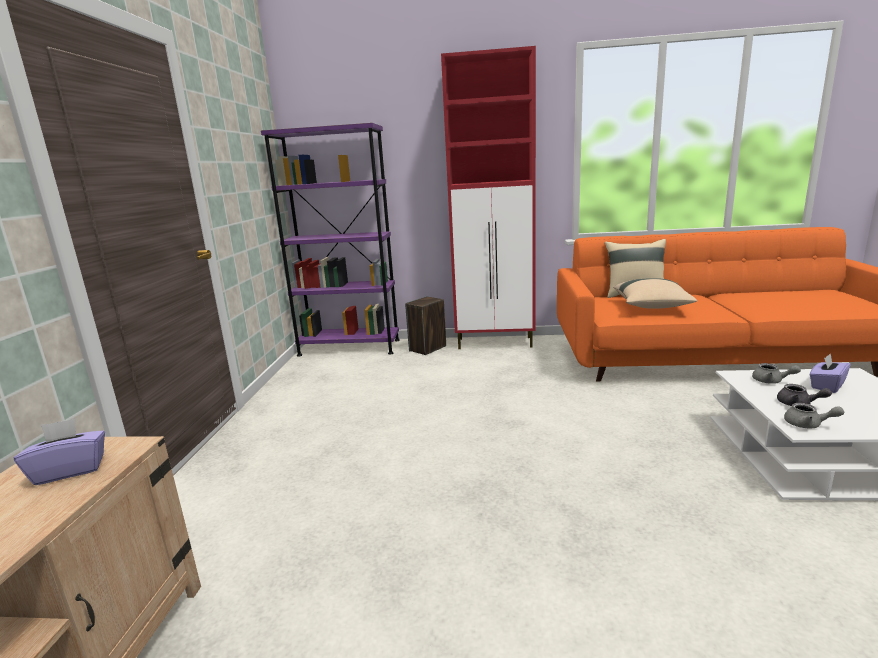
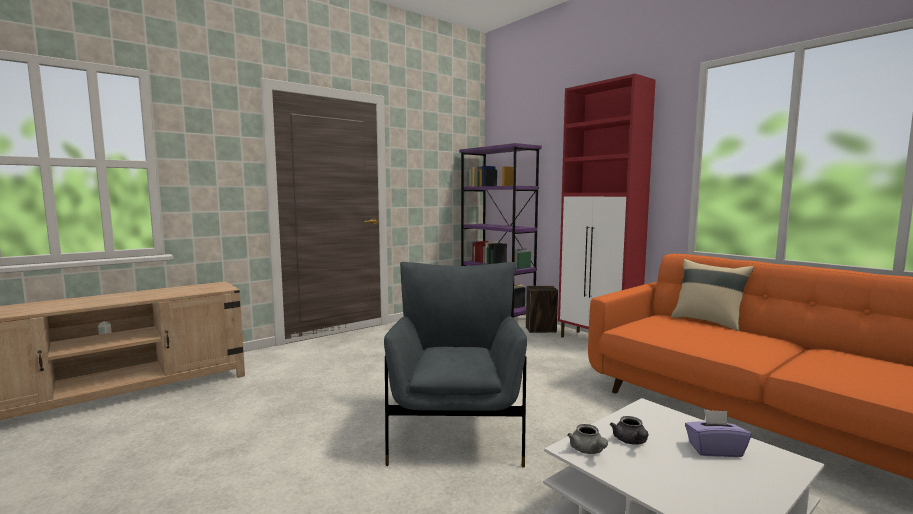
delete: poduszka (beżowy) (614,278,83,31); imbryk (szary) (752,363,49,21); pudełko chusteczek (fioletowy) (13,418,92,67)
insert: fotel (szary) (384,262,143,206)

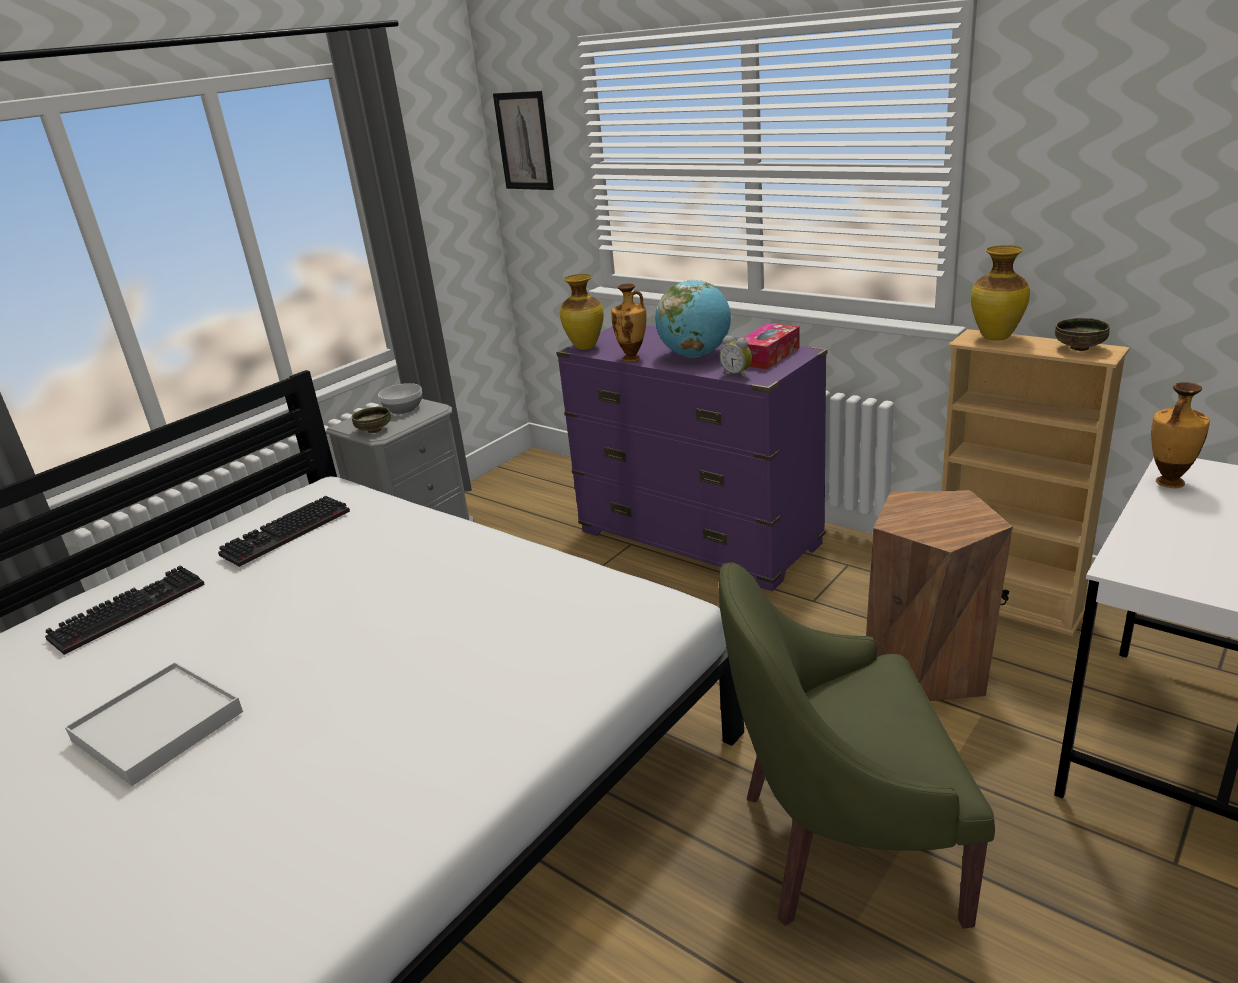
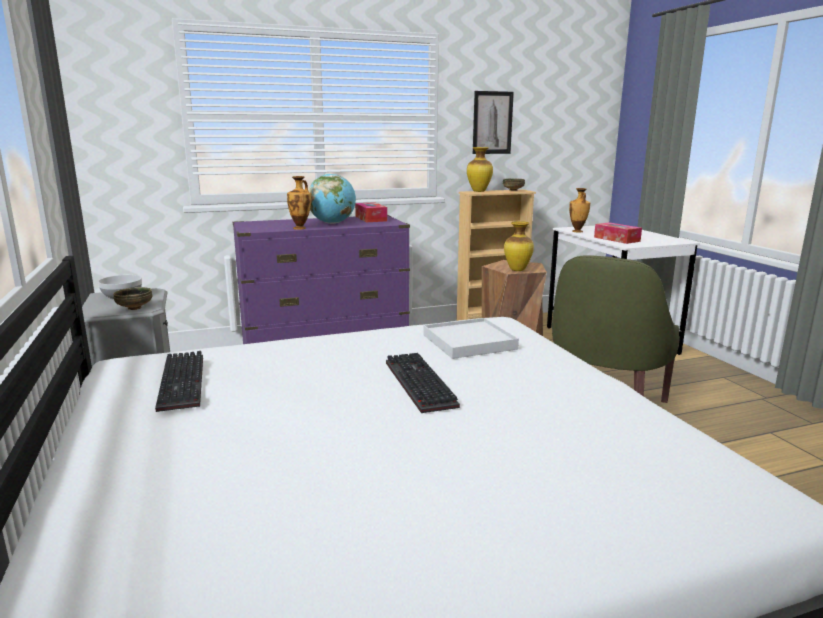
delete: budzik (720,335,32,44)
insert: pudełko chusteczek (594,222,48,22)
move: obraz (493,91,61,99) to (473,91,41,63); wazon (560,274,44,76) to (504,221,30,50); klawiatura (45,565,160,90) to (386,353,74,60); taca (biały) (65,662,178,124) to (424,318,95,41)

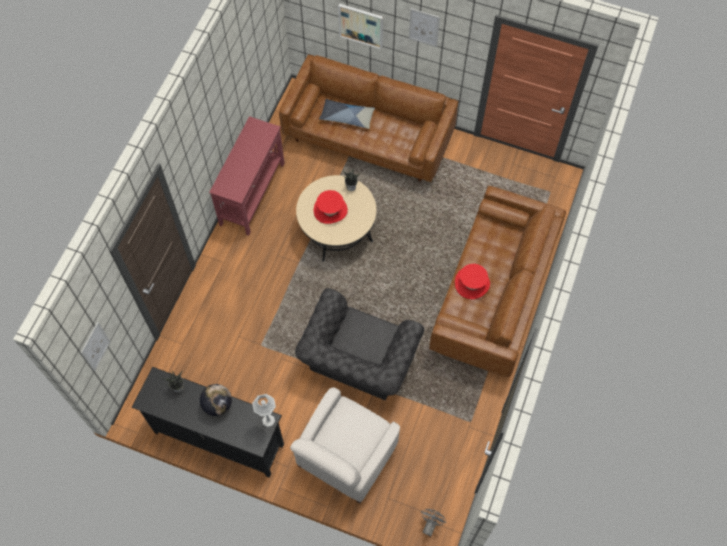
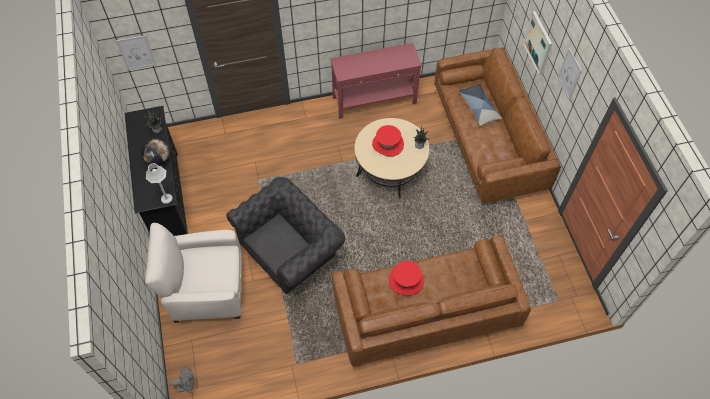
rotate: fotel (szary) (295,288,129,112) = (226,177,119,117) 150 degrees clockwise

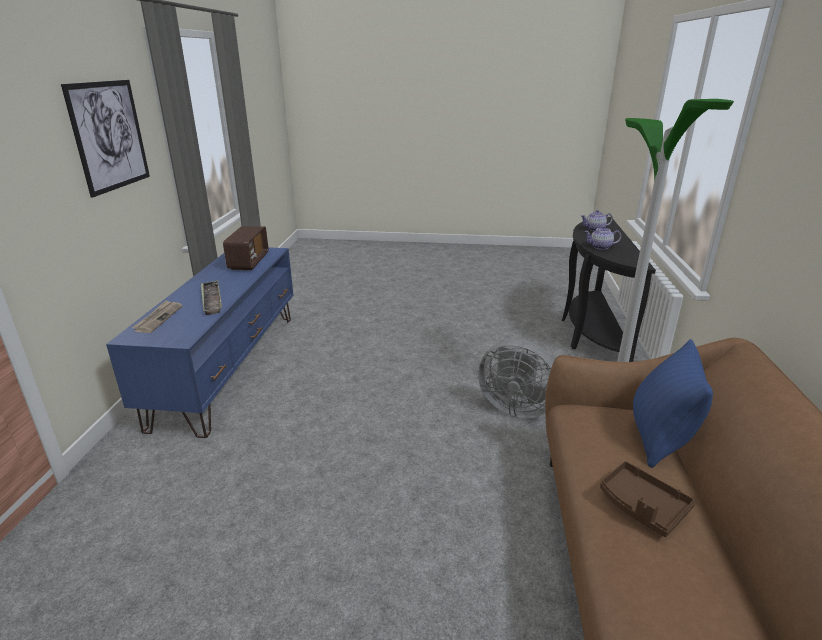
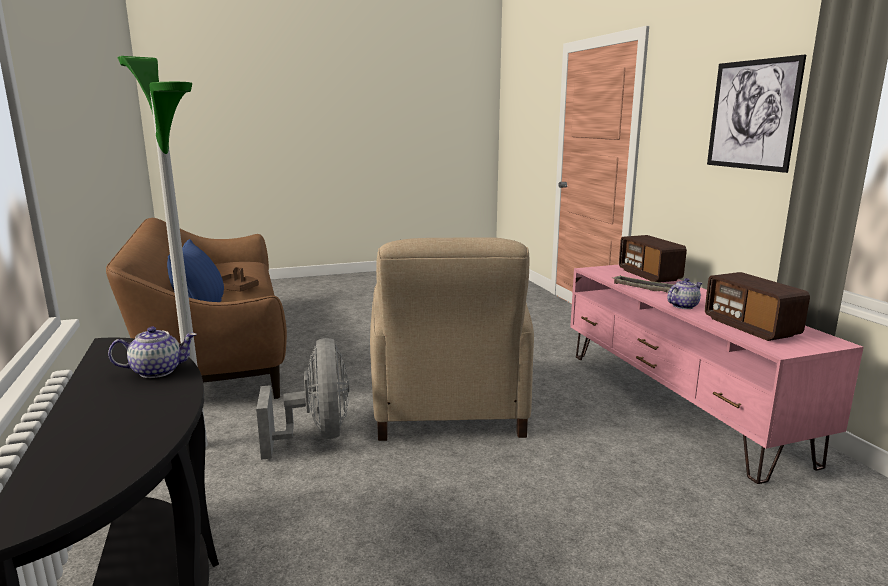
insert: fotel (beżowy) (370,237,164,204)
move: imbryk (581,210,32,21) to (667,278,35,31)
replace: gazeta (132,300,50,33) to radio (619,235,68,48)
recolor: szafka pod telewizor (niebieski) (106,247,187,191) to szafka pod telewizor (różowy) (570,265,294,219)
rotate: wentylator (szary) (478,340,76,78) = (256,338,94,122) 75 degrees clockwise

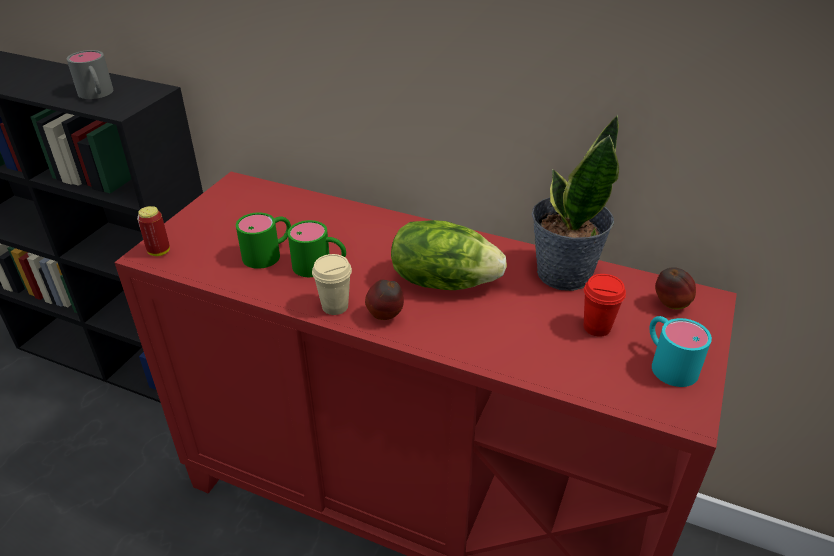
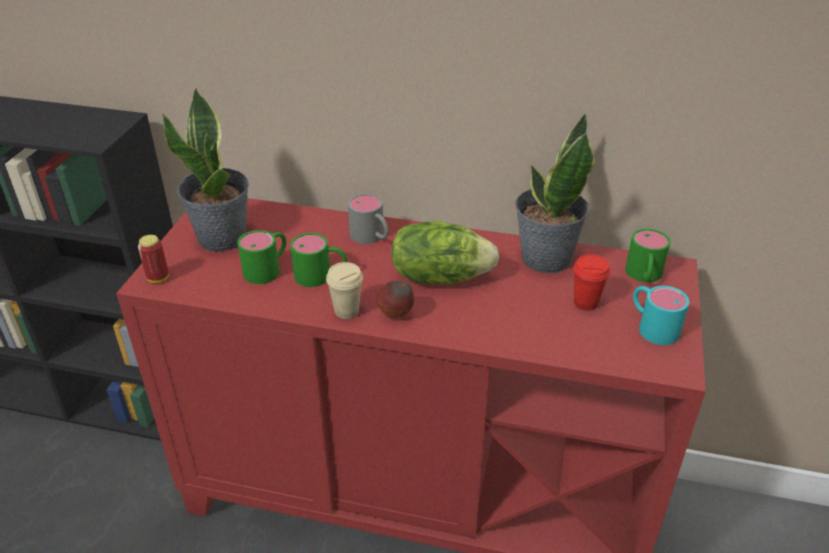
insert: roślina doniczkowa (162,87,87,165)
move: kubek (szary) (67,50,46,49) to (348,194,41,50)
replace: jabłko (655,267,41,43) to kubek (zielony) (625,229,45,53)

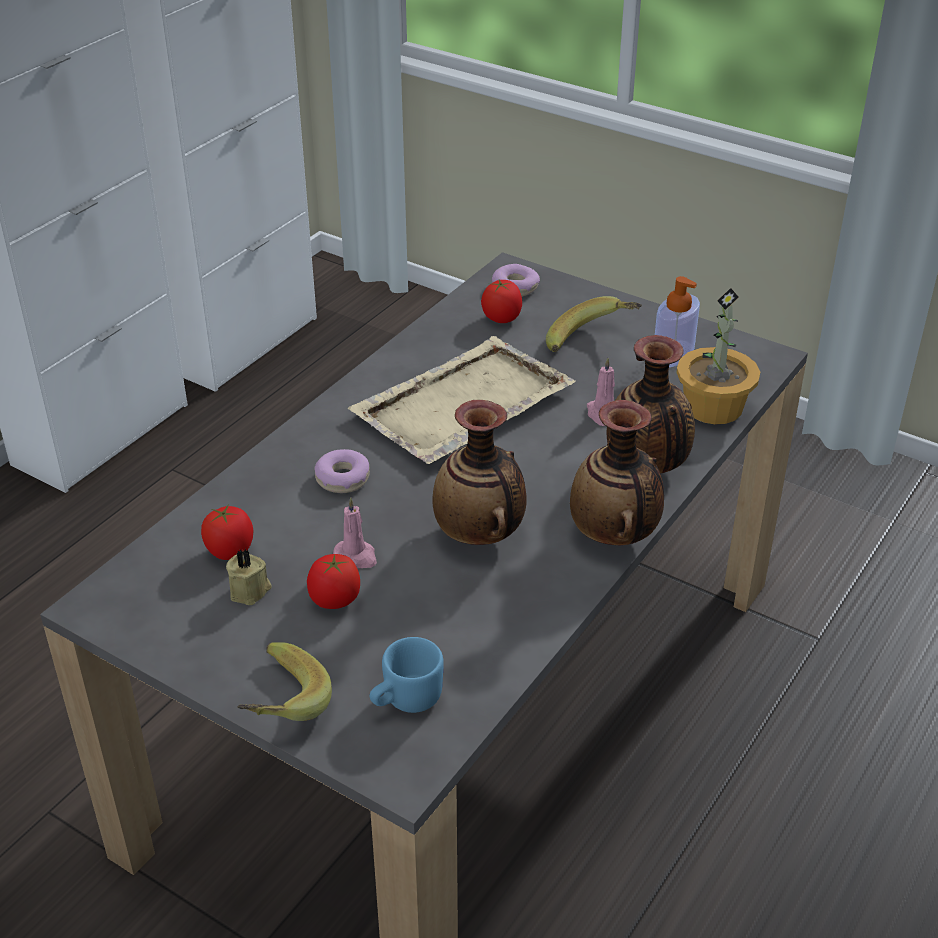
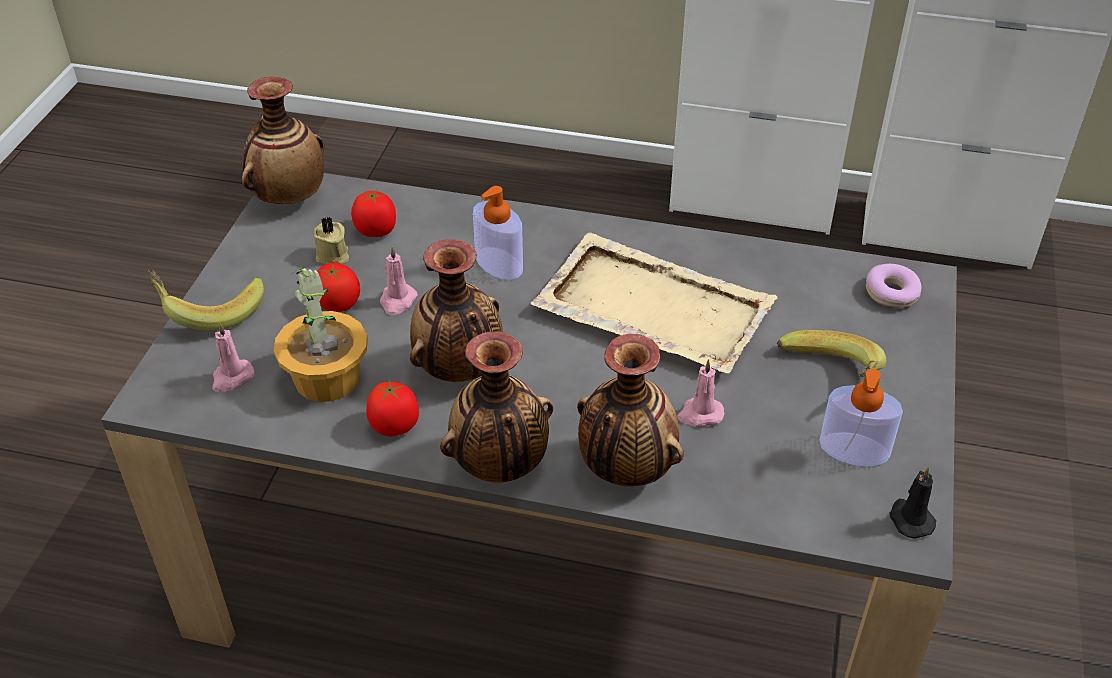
insert: wazon (242,77,83,127); świeca (czarny) (890,466,47,73)
move: pomidor (481,279,41,44) to (366,379,53,58); roślina doniczkowa (676,288,84,136) to (274,267,94,135)
replace: donut (314,449,56,44) to dozownik mydła (473,186,50,94); kubek (niebieski) (370,637,74,76) to świeca (różowy) (212,322,42,70)

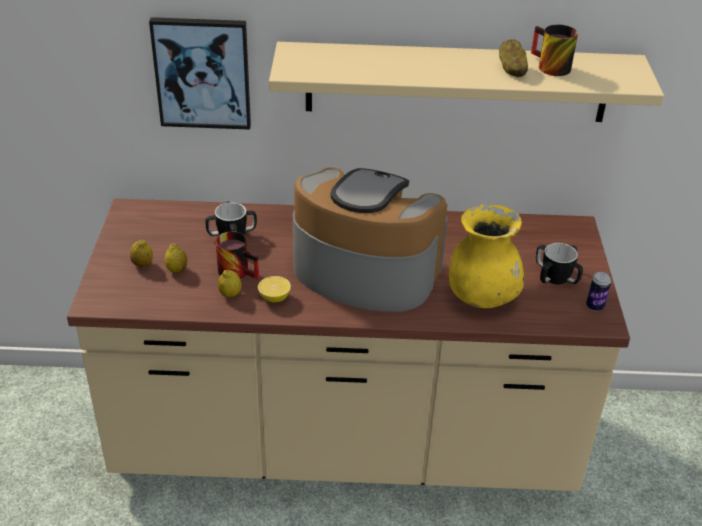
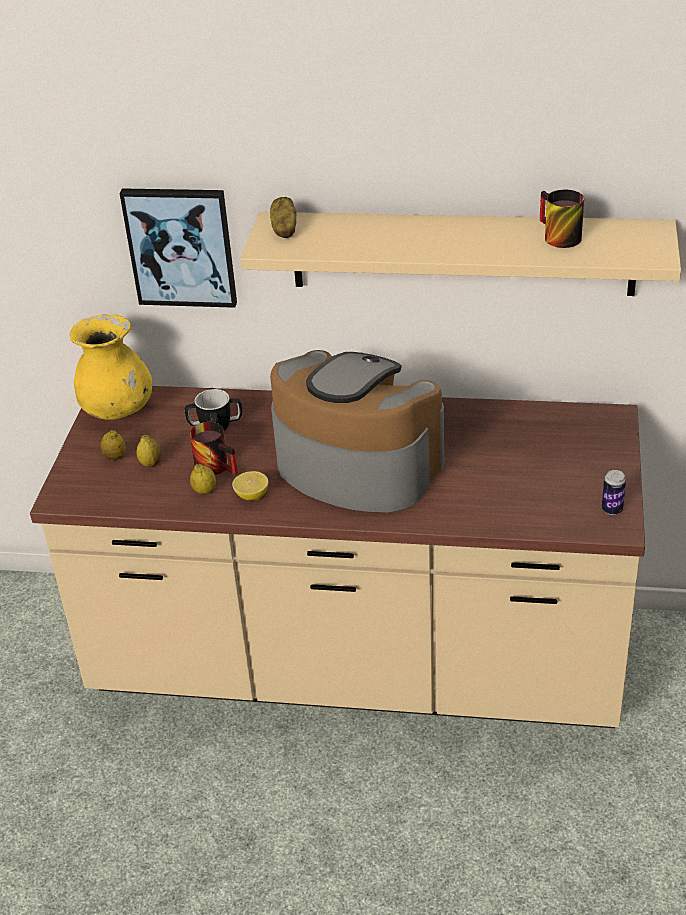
delete: kubek (536,243,47,41)
move: ziemniak (499,39,29,38) to (270,197,27,41); wazon (żółty) (449,204,75,104) to (70,314,82,106)

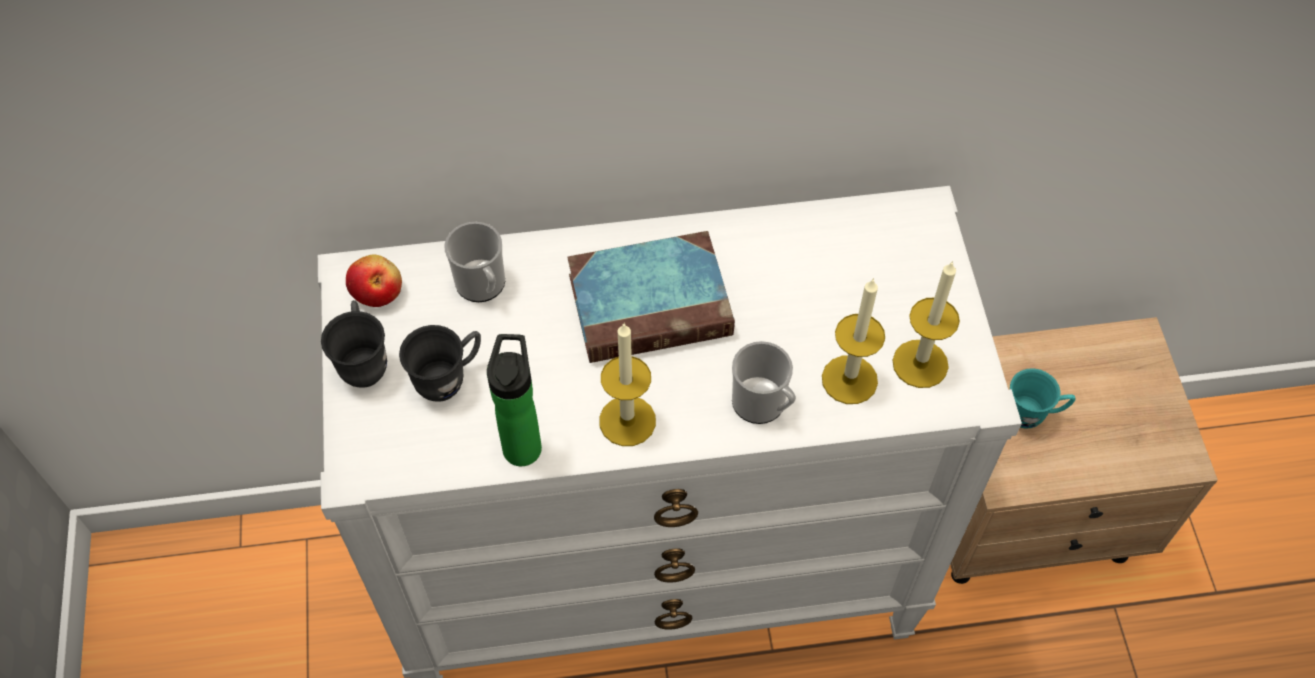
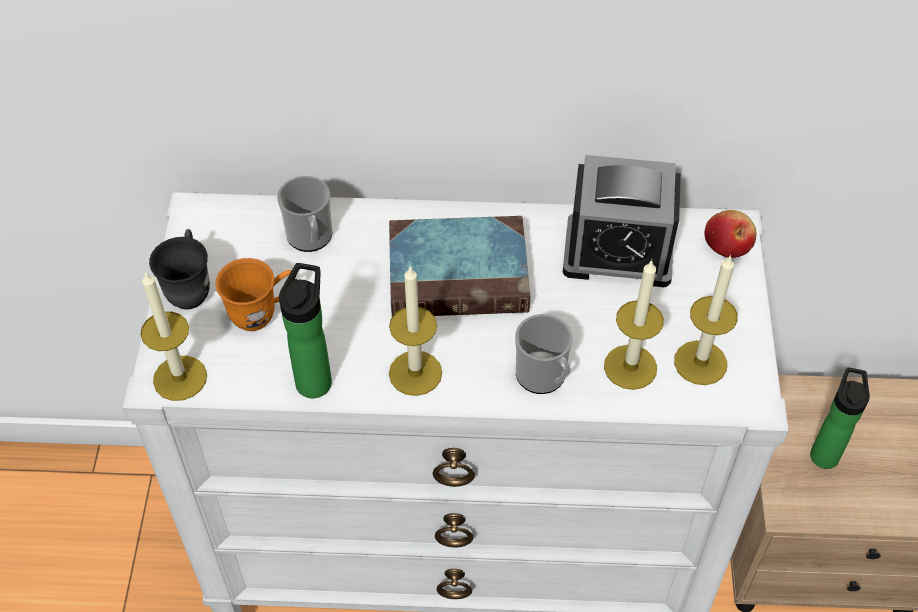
insert: budzik (563,155,118,132); świeca (141,271,66,130)
move: jabłko (346,255,56,52) to (704,210,52,48)
replace: kubek (turkusowy) (1010,368,66,61) to butelka (810,368,60,101)
recolor: kubek (szary) (399,325,82,77) to kubek (pomarańczowy) (215,258,76,73)

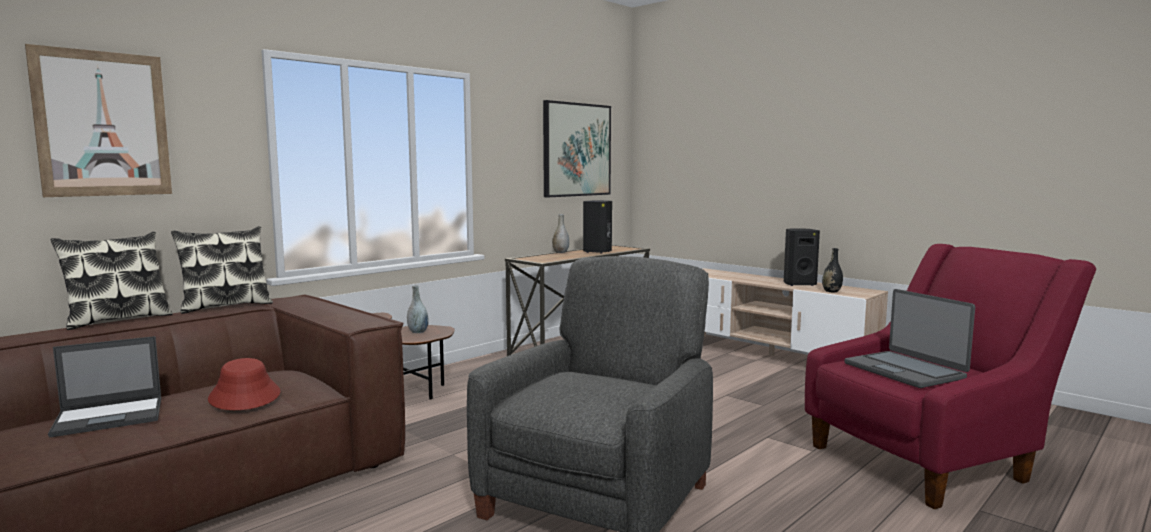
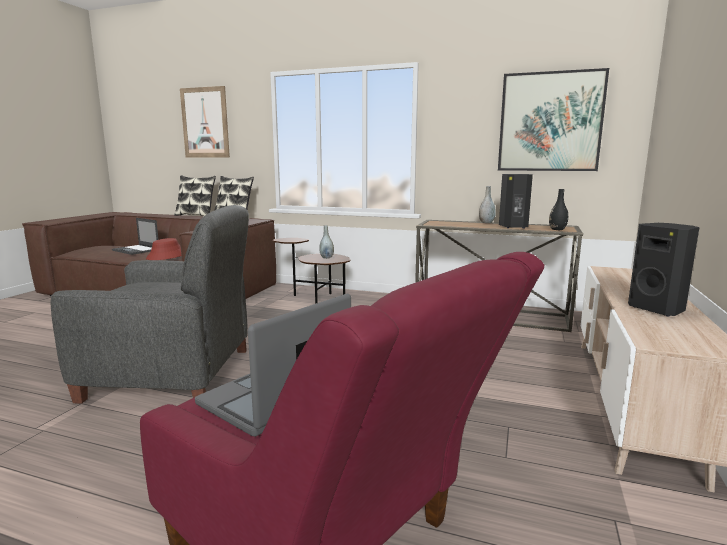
move: wazon (czarny) (822,248,21,44) to (549,189,19,41)

